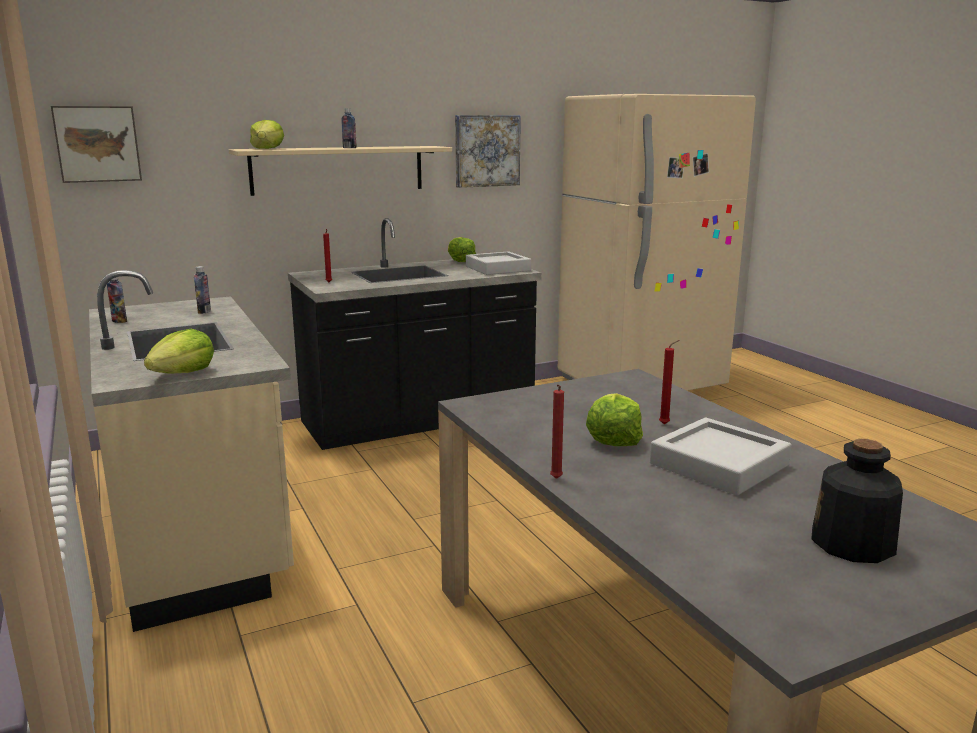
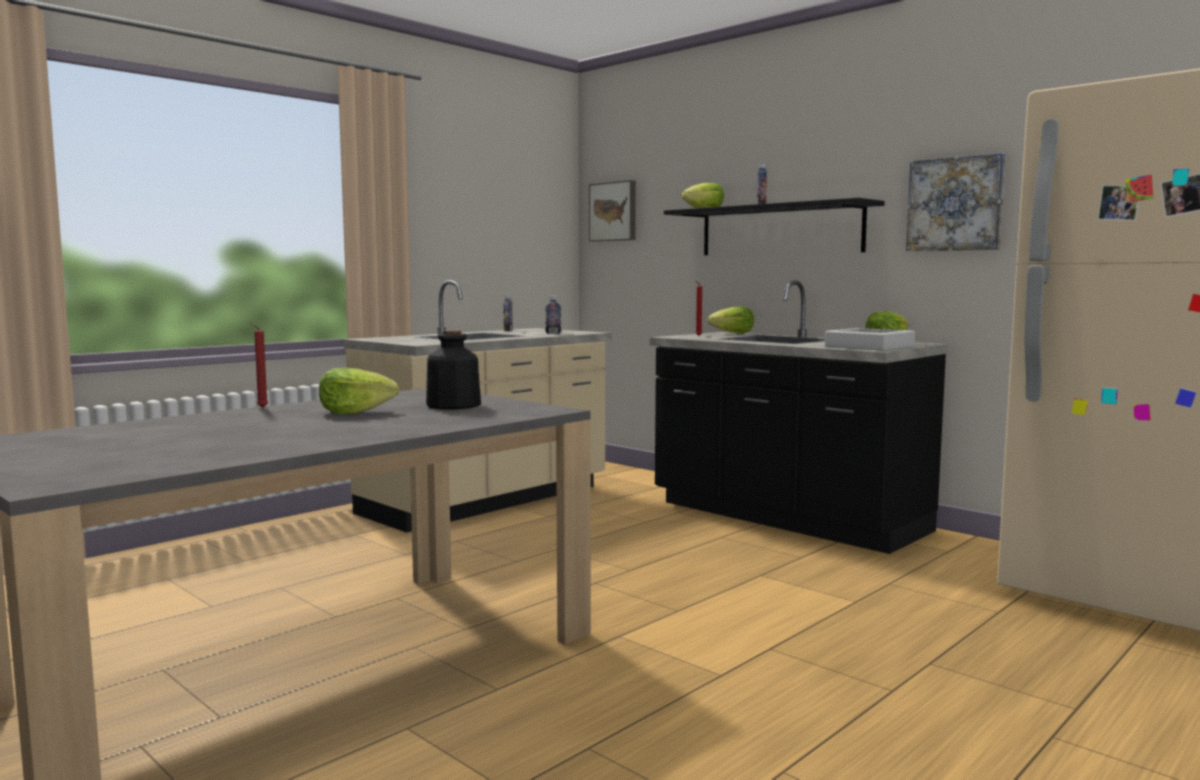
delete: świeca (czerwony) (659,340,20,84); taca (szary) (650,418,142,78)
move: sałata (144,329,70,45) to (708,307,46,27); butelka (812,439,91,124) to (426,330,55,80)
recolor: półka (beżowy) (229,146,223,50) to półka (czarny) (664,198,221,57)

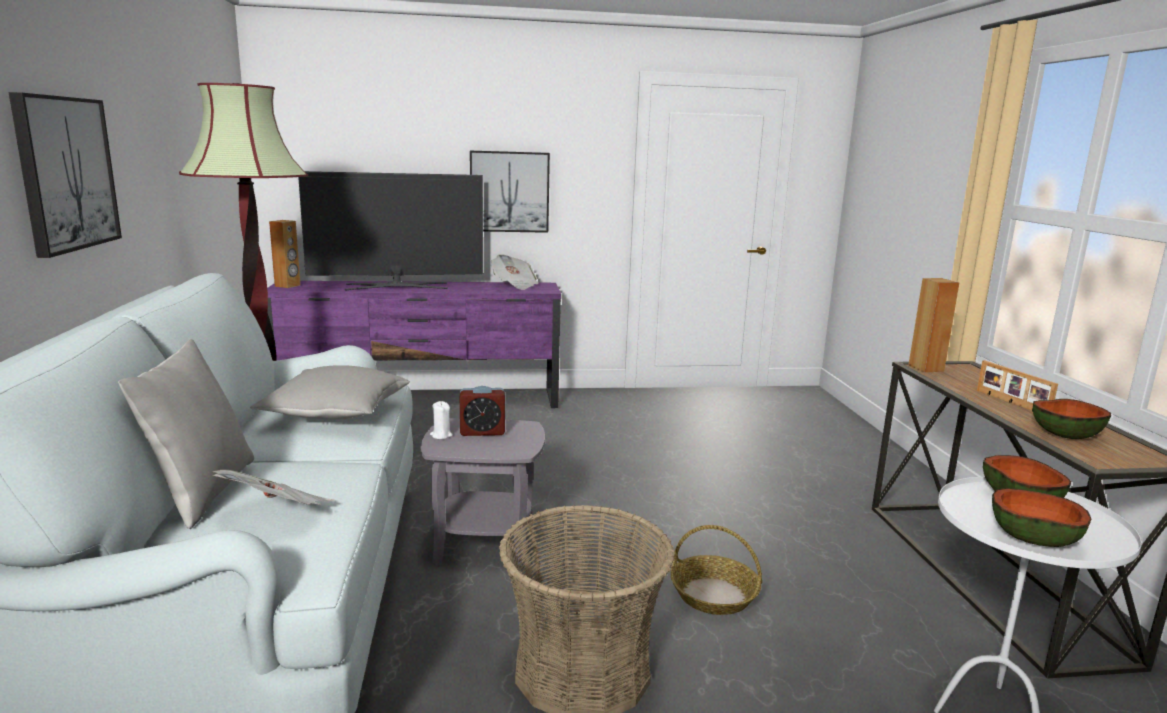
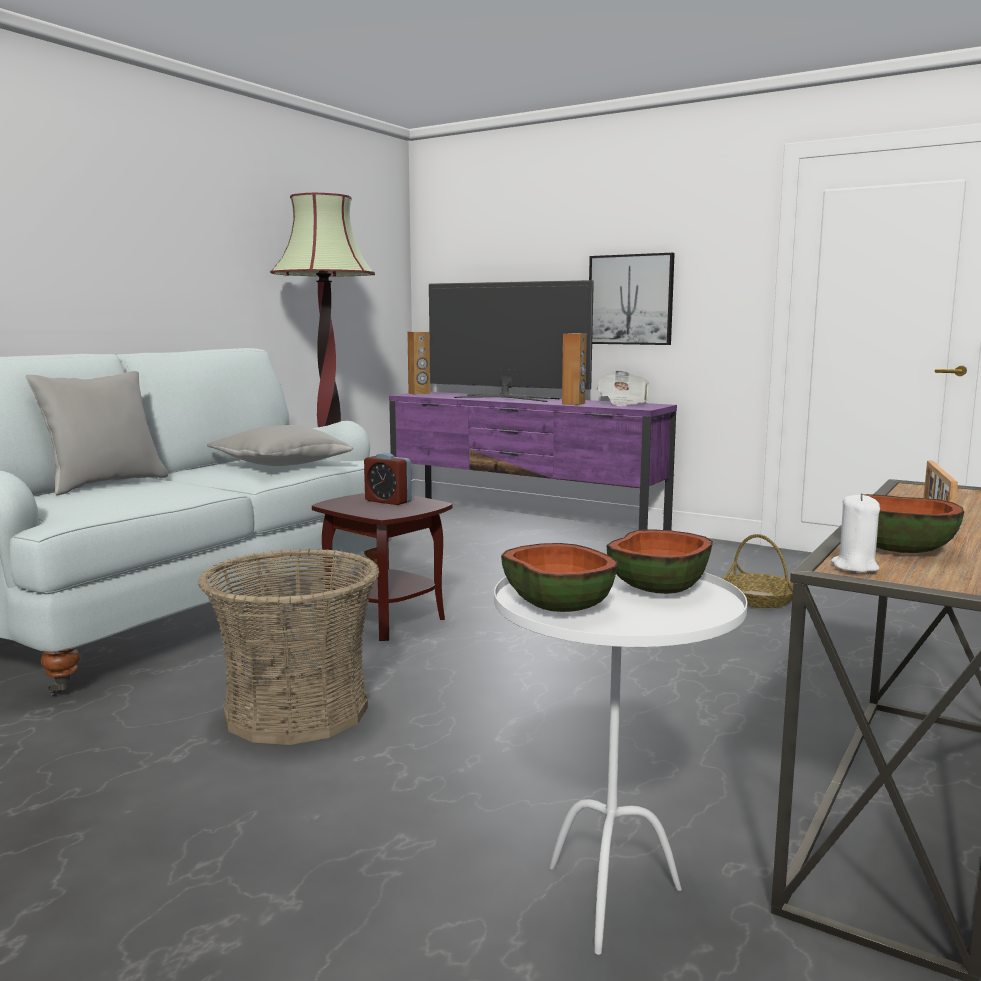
delete: obraz (9,92,113,166); gazeta (213,470,121,35)
move: głośnik (brązowy) (908,278,52,95) to (562,333,25,72); świeca (biały) (430,401,23,38) to (831,493,49,79); koszyk (671,525,91,90) to (722,534,71,74)
recolor: stolik (szary) (421,418,124,150) to stolik (brązowy) (312,493,141,148)

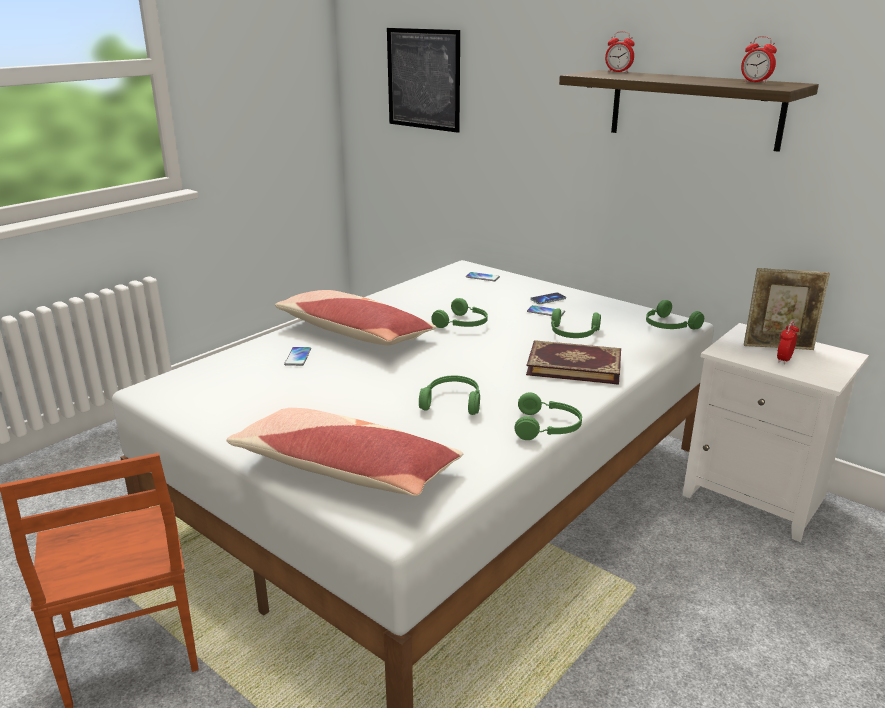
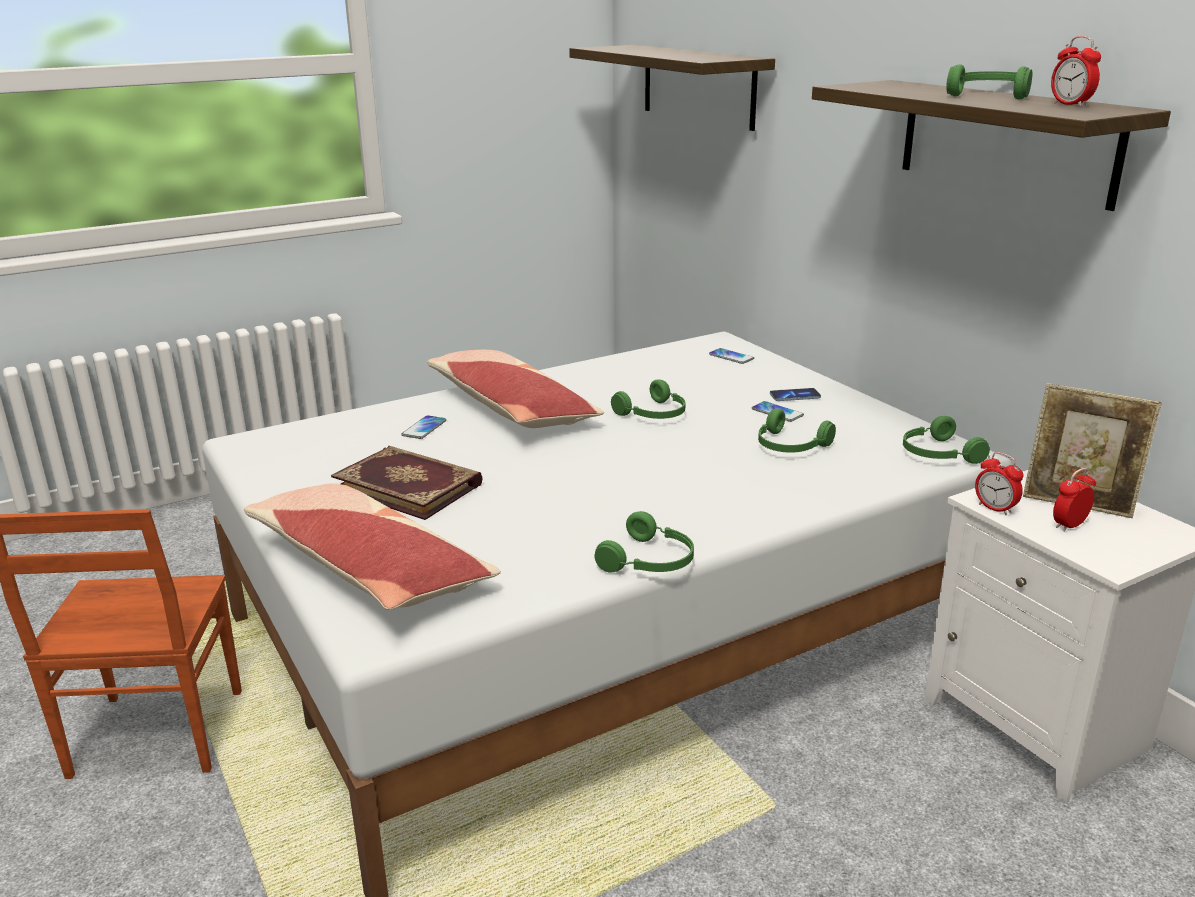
move: budzik (605,31,30,42) to (975,452,49,63); książka (526,340,95,45) to (331,446,152,74); słuchawki (zielony) (419,375,61,40) to (946,64,86,35)
replace: obraz (387,28,73,105) to półka (569,45,206,86)

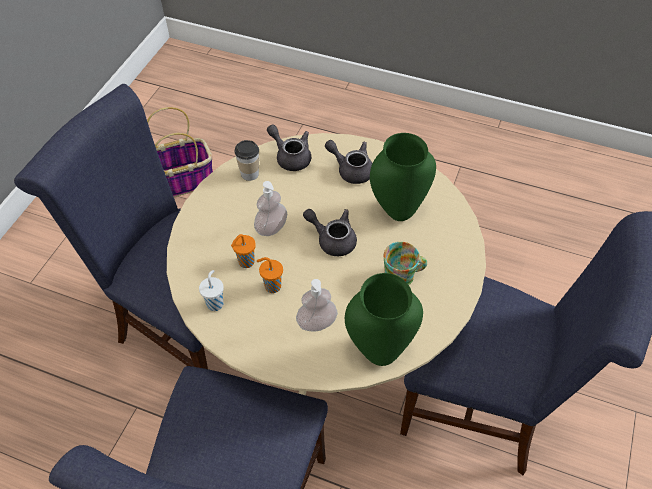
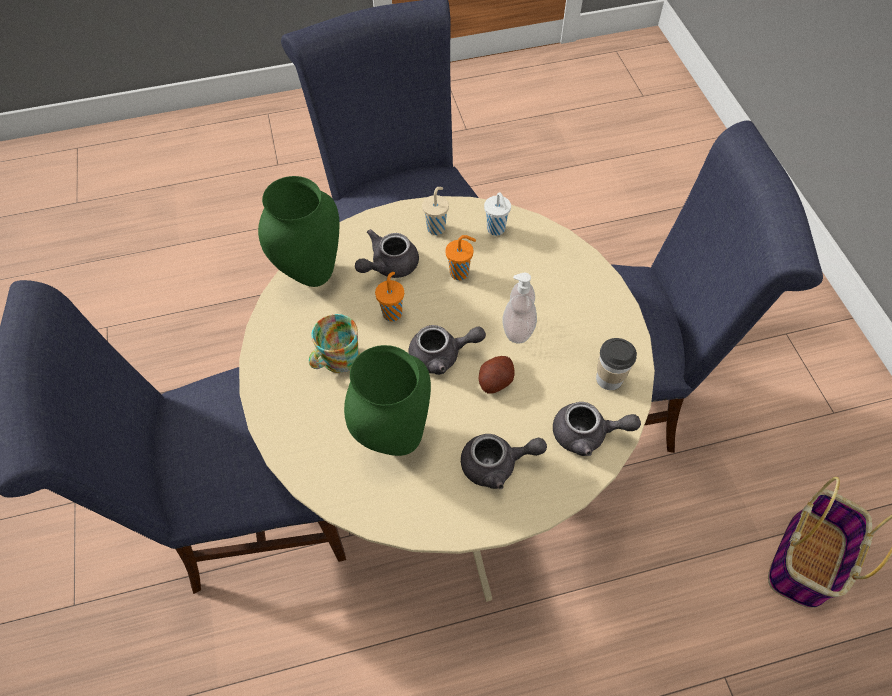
insert: filiżanka (beżowy) (422,187,27,48); ziemniak (479,356,36,37)
move: filiżanka (pomarańczowy) (231,234,25,34) to (375,272,29,49)
replace: dozownik mydła (296,279,42,53) to imbryk (szary) (355,229,64,49)

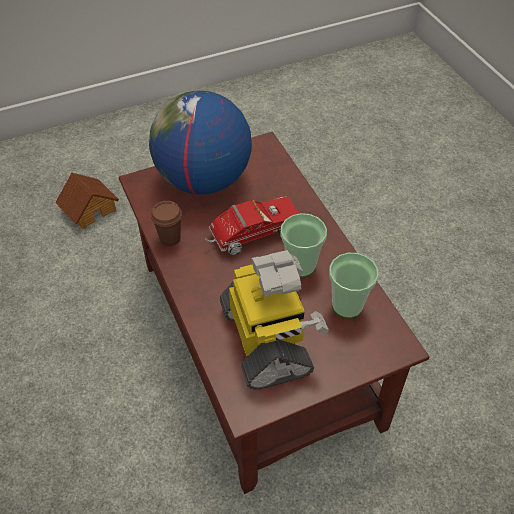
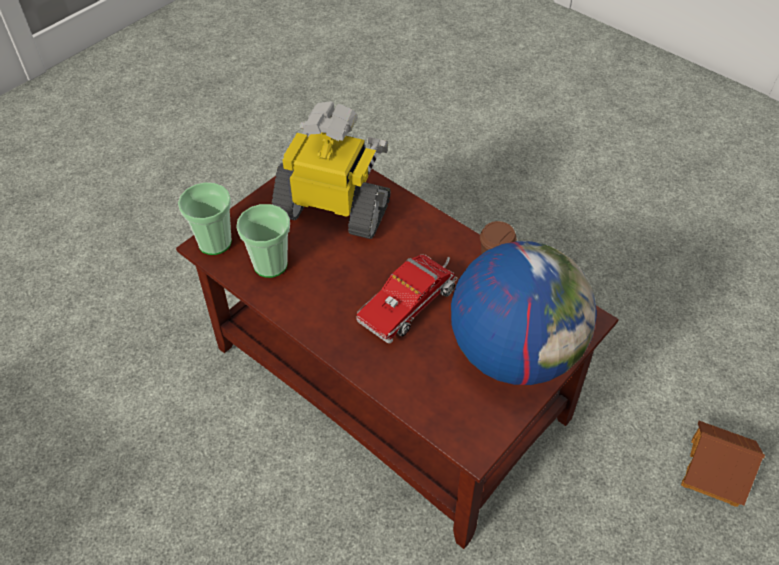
move: filiżanka (281,213,46,64) to (178,182,54,73)
rotate: robot zabawkowy (220,250,109,140) = (272,101,119,138) 150 degrees clockwise

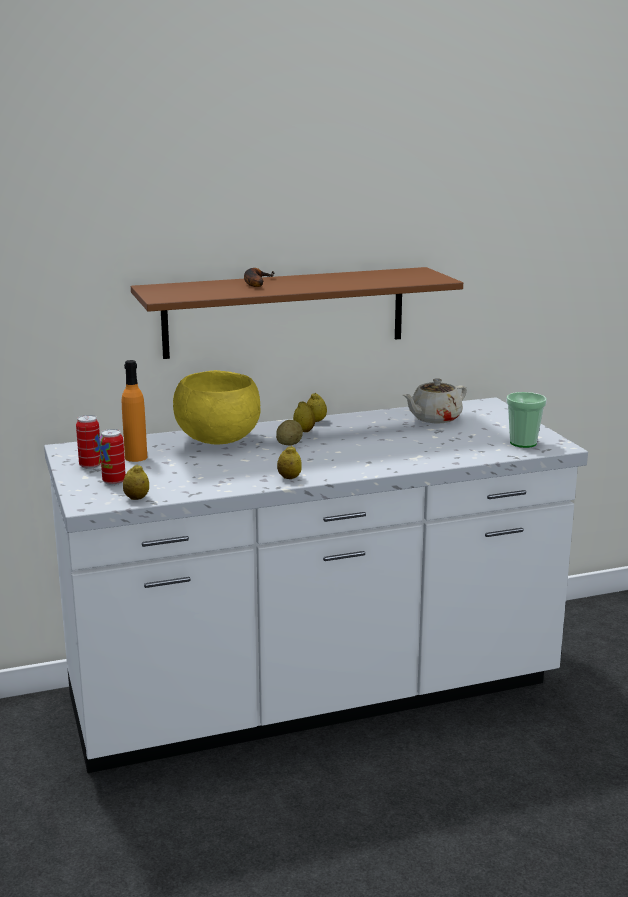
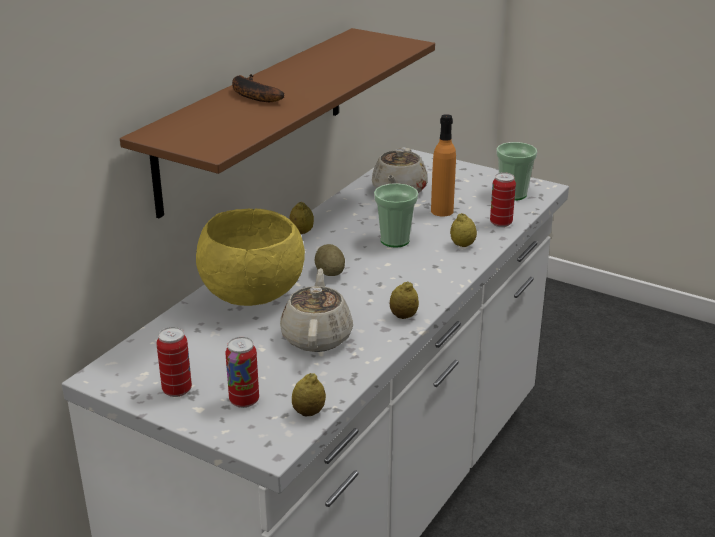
insert: puszka (490,172,26,55); filiżanka (374,183,44,65); imbryk (beżowy) (280,268,73,84)
move: butelka (pomarańczowy) (122,360,25,102) to (431,114,25,102); cytryna (293,401,22,31) to (450,213,27,34)

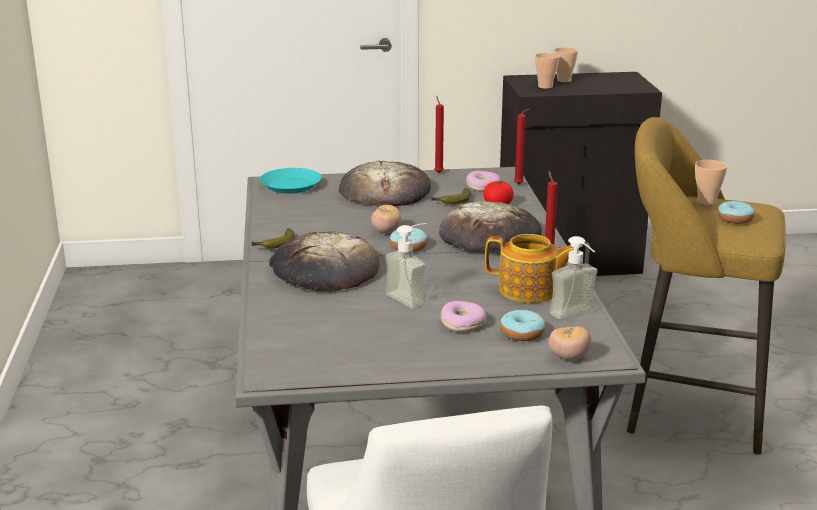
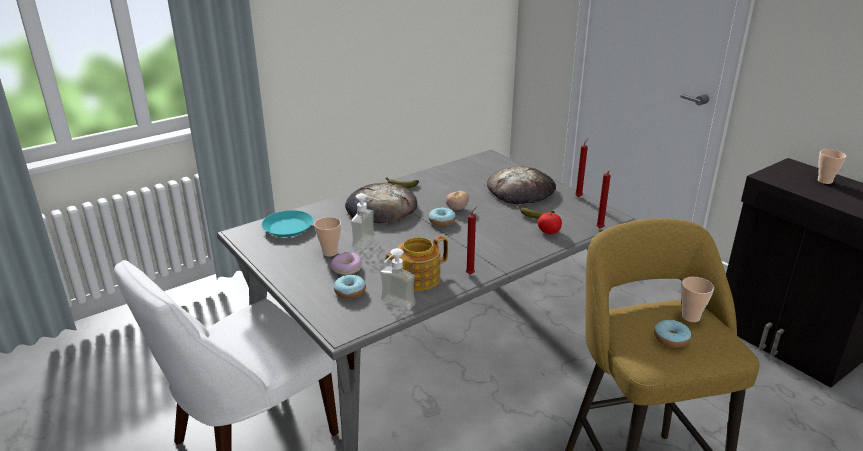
delete: donut (466,171,35,21); chleb (439,201,103,49); pomidor (548,326,43,34)
move: filiżanka (535,53,24,36) to (314,217,27,40); talerz (turkusowy) (260,168,62,26) to (262,210,51,27)
rotate: imbryk (485,234,89,69) = (385,236,63,55) 75 degrees clockwise

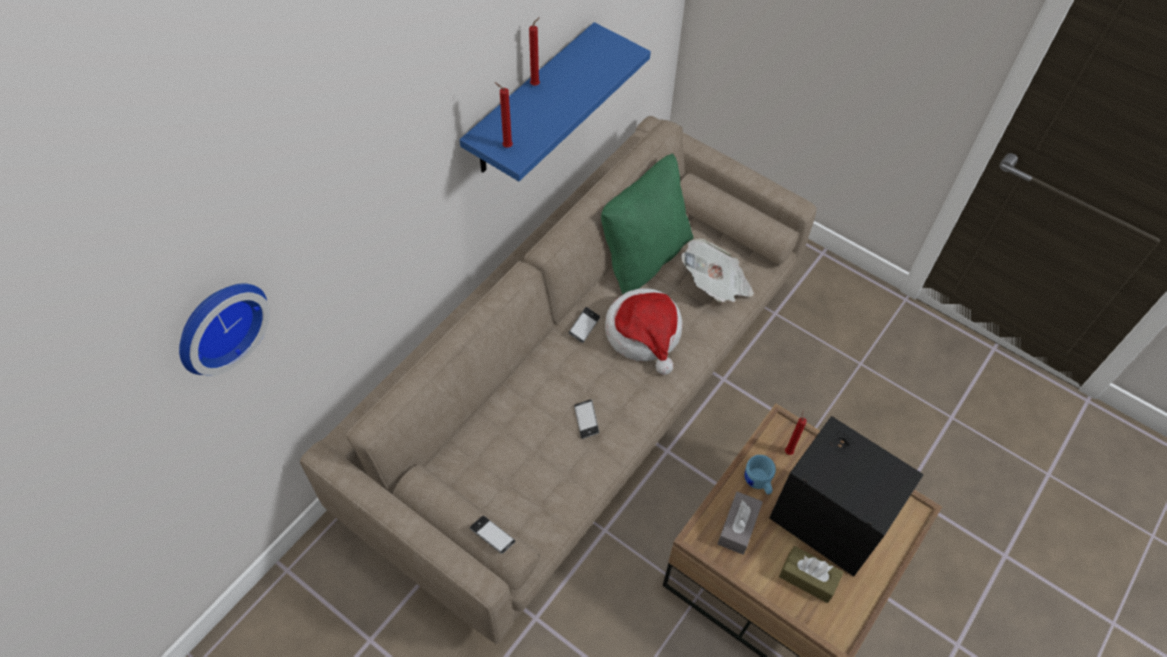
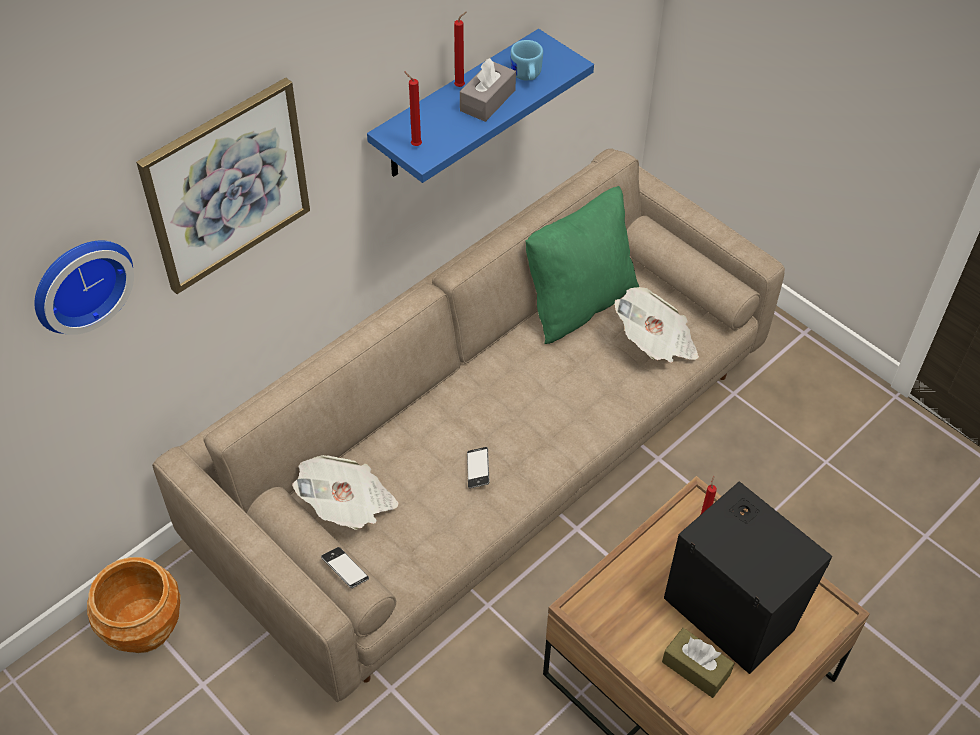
delete: kapelusz (605,288,77,87); telefon (569,307,31,36)
insert: obraz (136,78,174,216); gazeta (292,455,106,75); donica (brązowy) (87,557,93,96)
move: kubek (niebieski) (744,455,32,40) to (511,40,32,40); pudełko chusteczek (szary) (717,492,46,63) to (460,58,56,64)

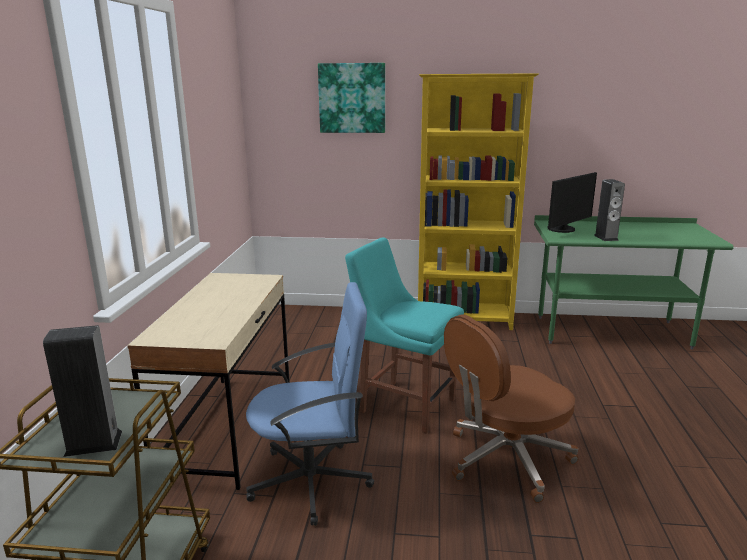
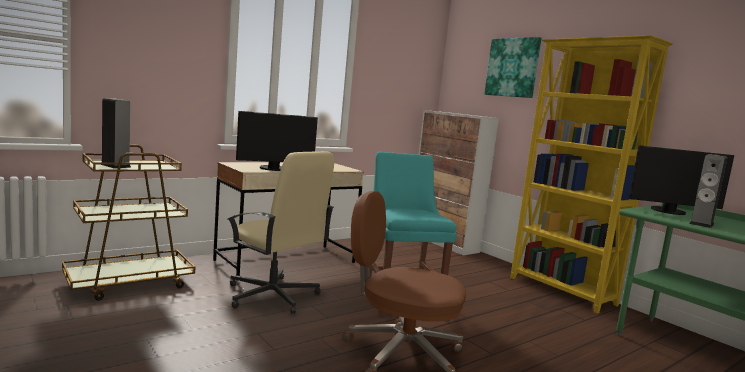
insert: szafka (419,110,80,146); monitor (236,111,82,60)
recolor: krzesło biurowe (niebieski) (246,282,128,244) to krzesło biurowe (beżowy) (227,151,107,163)

